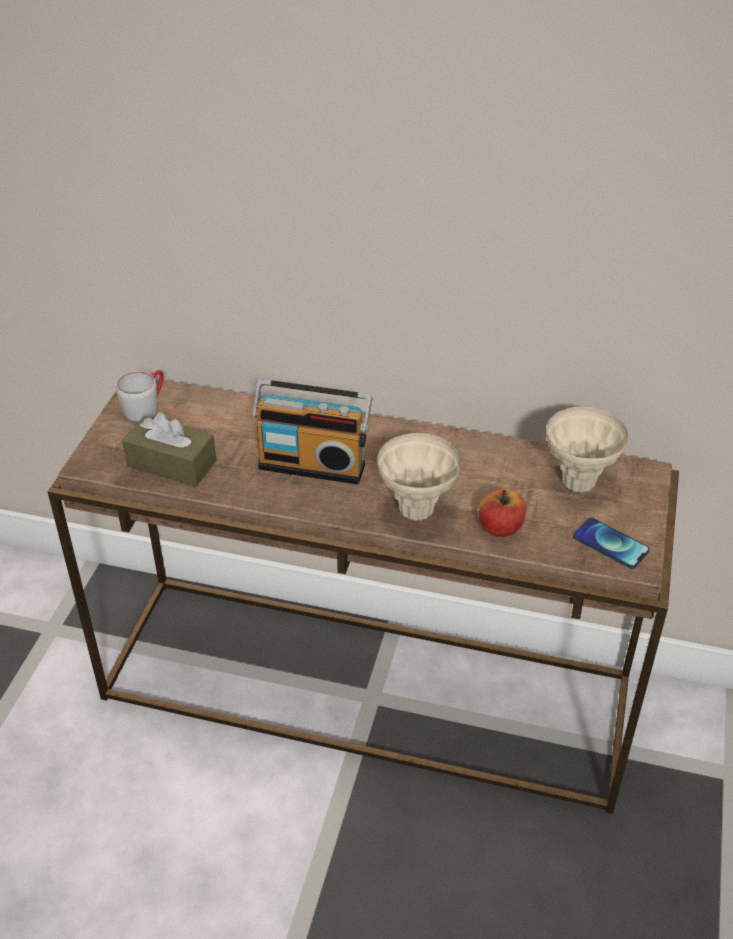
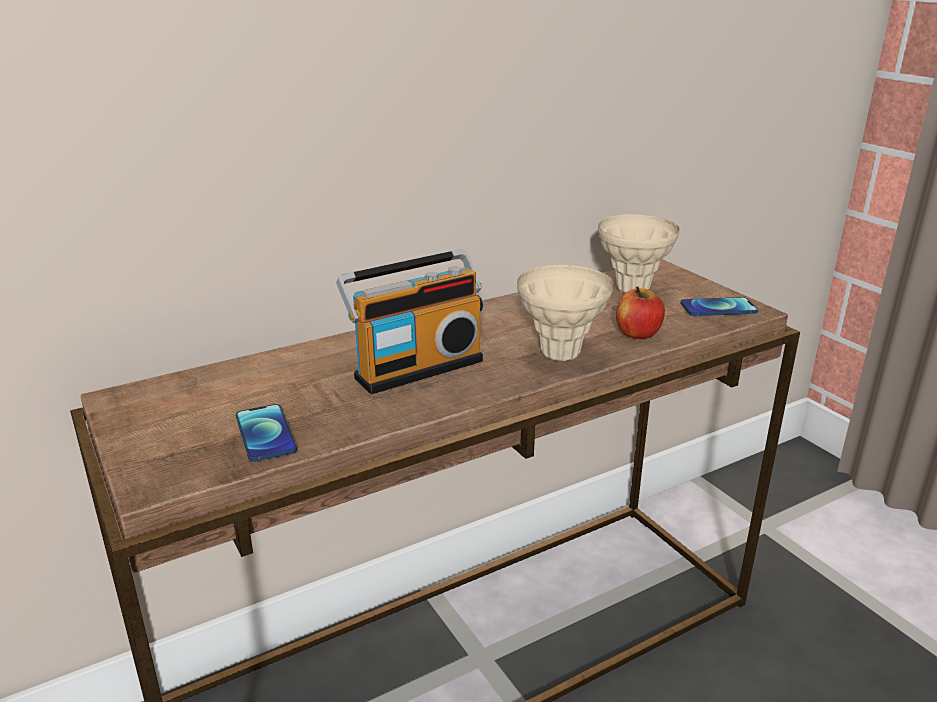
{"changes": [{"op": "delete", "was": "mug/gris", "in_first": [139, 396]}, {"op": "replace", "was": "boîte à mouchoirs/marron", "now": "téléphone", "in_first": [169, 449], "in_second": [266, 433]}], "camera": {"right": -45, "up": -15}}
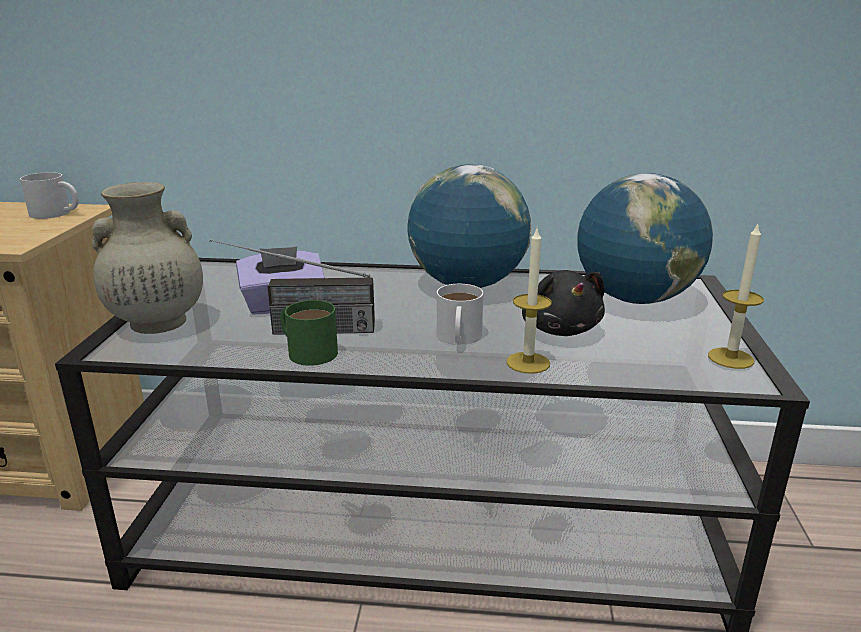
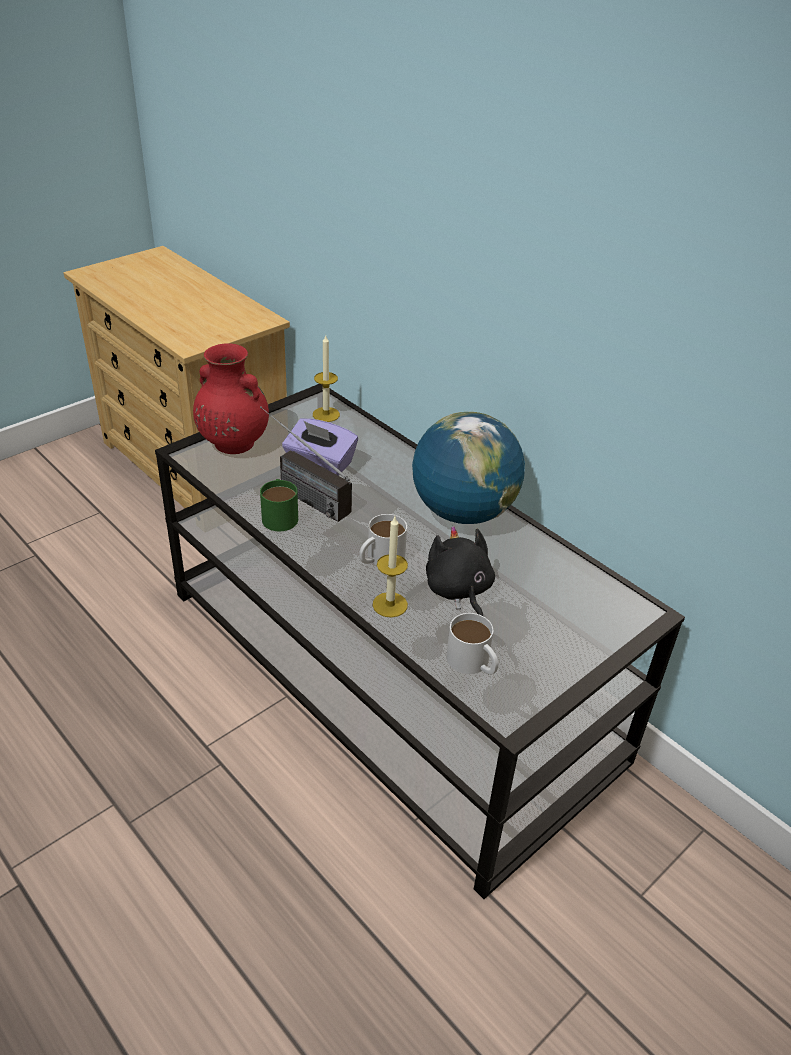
{"changes": [{"op": "delete", "was": "globe", "in_first": [645, 238]}, {"op": "move", "was": "mug/blanc", "in_first": [49, 195], "in_second": [472, 644]}, {"op": "move", "was": "bougie", "in_first": [736, 295], "in_second": [326, 378]}, {"op": "recolor", "was": "vase/beige", "now": "vase/rouge", "in_first": [147, 258], "in_second": [231, 398]}, {"op": "rotate", "was": "peluche/noir", "in_first": [563, 303], "in_second": [460, 571], "clockwise": 135}], "camera": {"right": 40, "up": 15}}
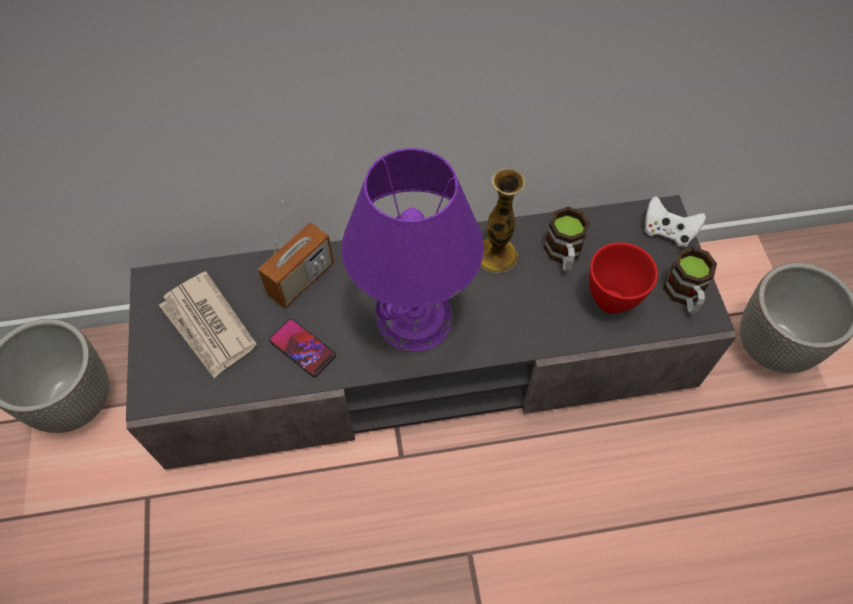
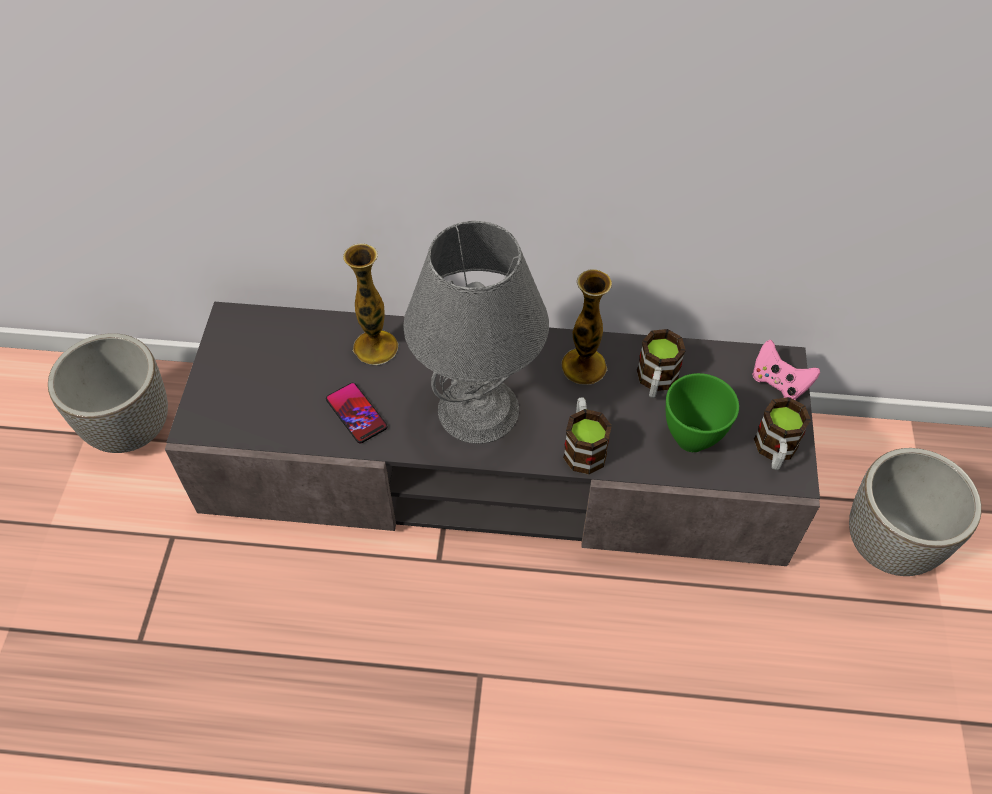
{"changes": [{"op": "delete", "was": "journal", "in_first": [208, 325]}, {"op": "insert", "now": "mug", "in_second": [587, 435]}, {"op": "replace", "was": "radio", "now": "vase", "in_first": [296, 254], "in_second": [370, 304]}, {"op": "recolor", "was": "lampe de table/violet", "now": "lampe de table/gris", "in_first": [413, 250], "in_second": [476, 332]}, {"op": "recolor", "was": "bol/rouge", "now": "bol/vert", "in_first": [623, 278], "in_second": [702, 412]}, {"op": "recolor", "was": "manette/blanc", "now": "manette/rose", "in_first": [675, 221], "in_second": [786, 370]}], "camera": {"right": 15, "up": -5}}
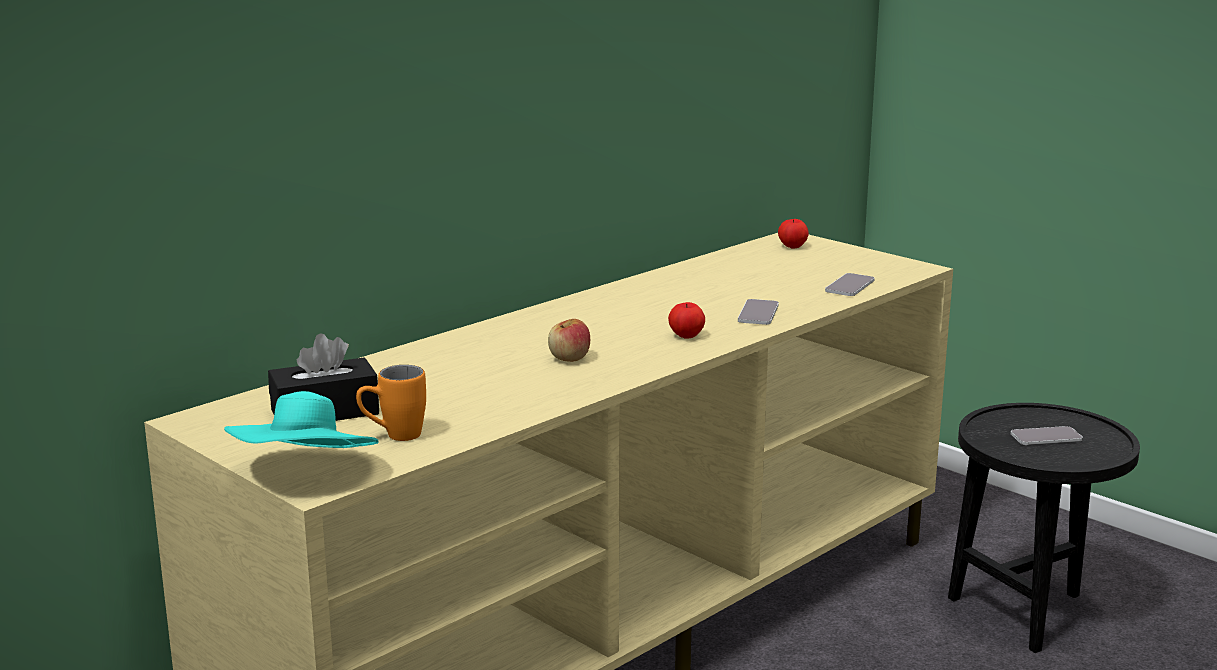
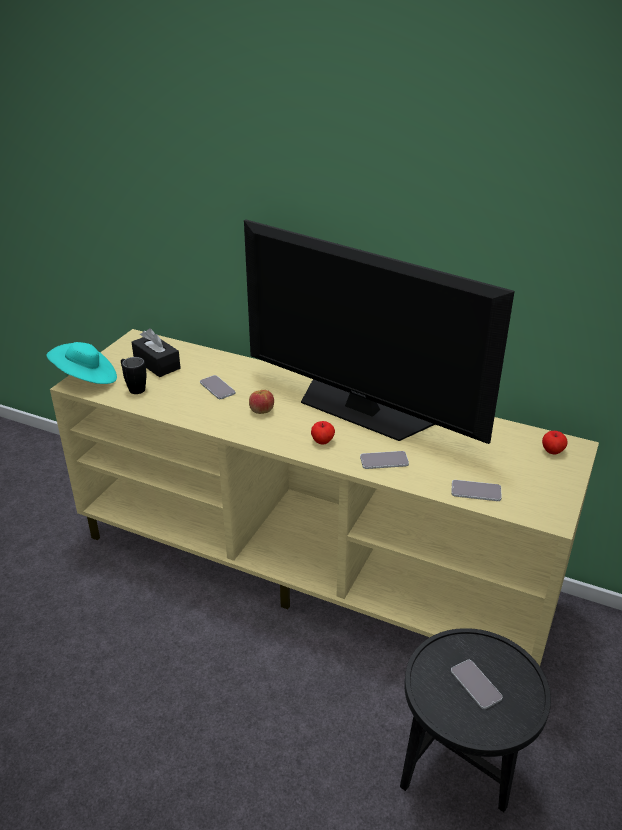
{"changes": [{"op": "insert", "now": "téléphone", "in_second": [217, 387]}, {"op": "insert", "now": "téléviseur", "in_second": [379, 332]}, {"op": "recolor", "was": "mug/orange", "now": "mug/noir", "in_first": [391, 403], "in_second": [134, 375]}], "camera": {"right": 70, "up": 15}}
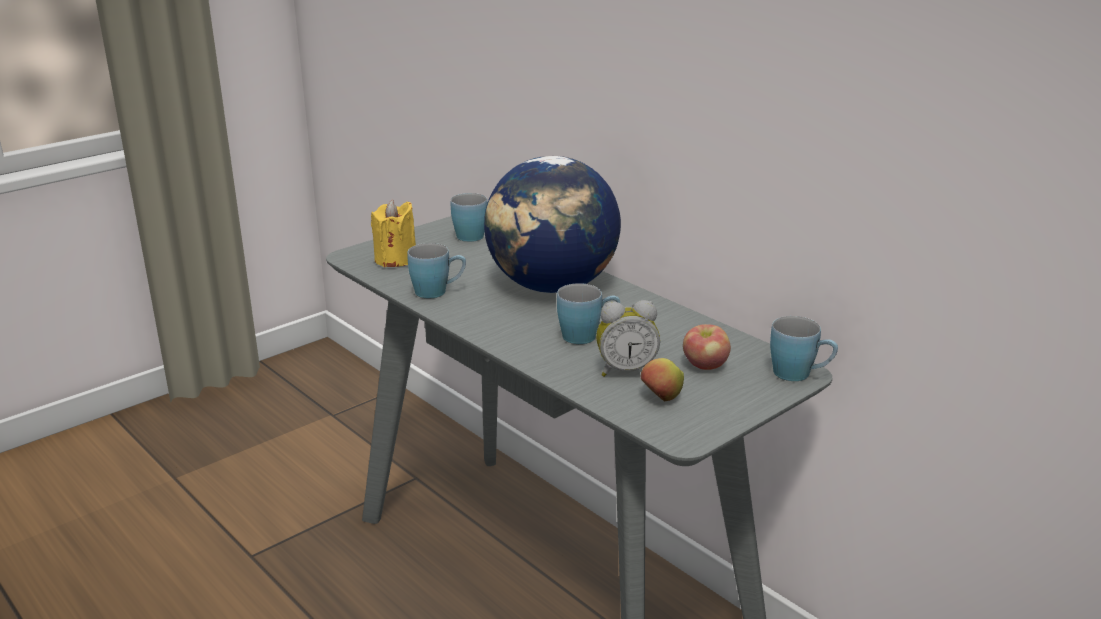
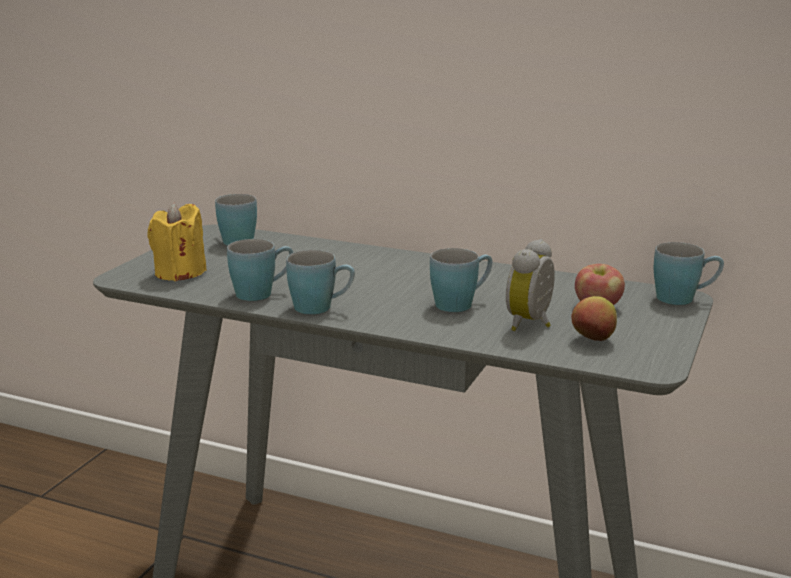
{"changes": [{"op": "delete", "was": "globe", "in_first": [552, 224]}, {"op": "insert", "now": "mug/bleu", "in_second": [320, 282]}, {"op": "rotate", "was": "réveil", "in_first": [628, 338], "in_second": [530, 285], "clockwise": 150}], "camera": {"right": -25, "up": -5}}
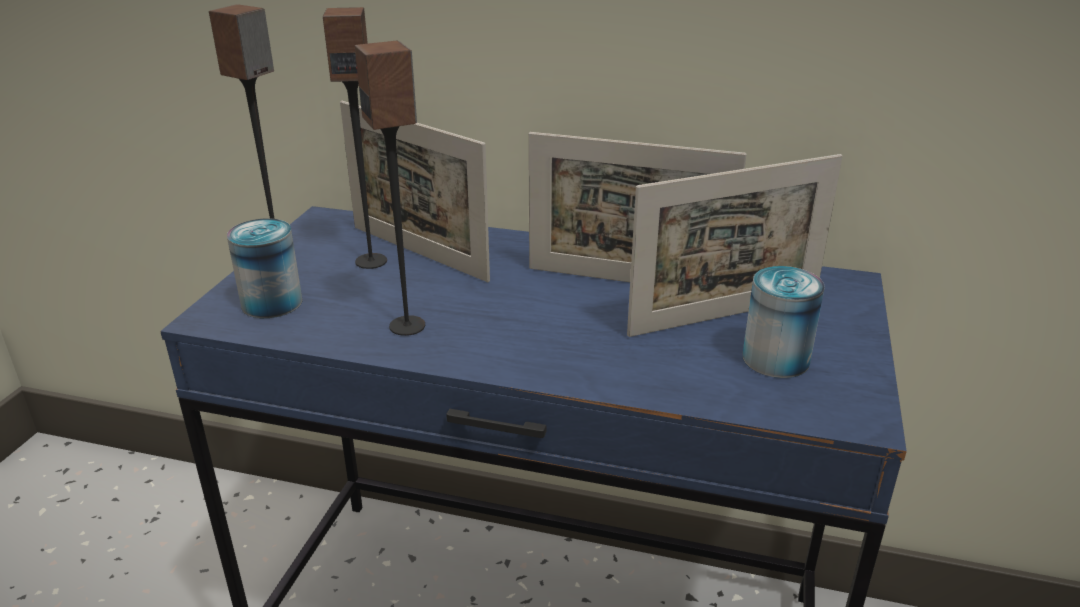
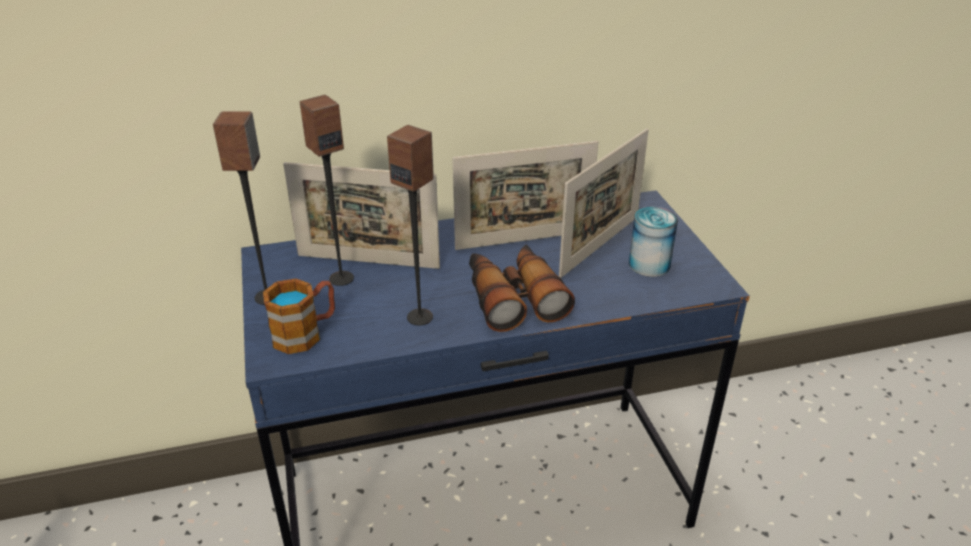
{"changes": [{"op": "insert", "now": "jumelles", "in_second": [522, 288]}, {"op": "replace", "was": "boîte métallique", "now": "mug", "in_first": [265, 268], "in_second": [299, 316]}], "camera": {"right": -30, "up": 5}}
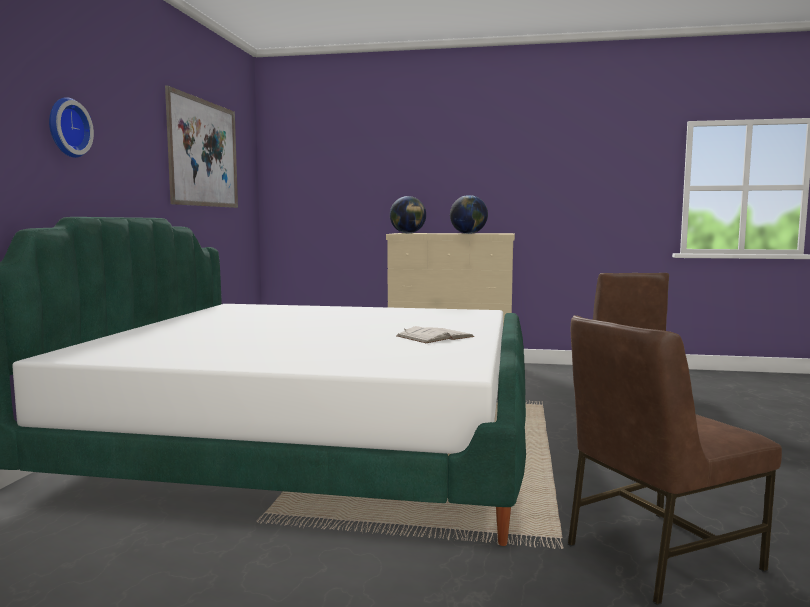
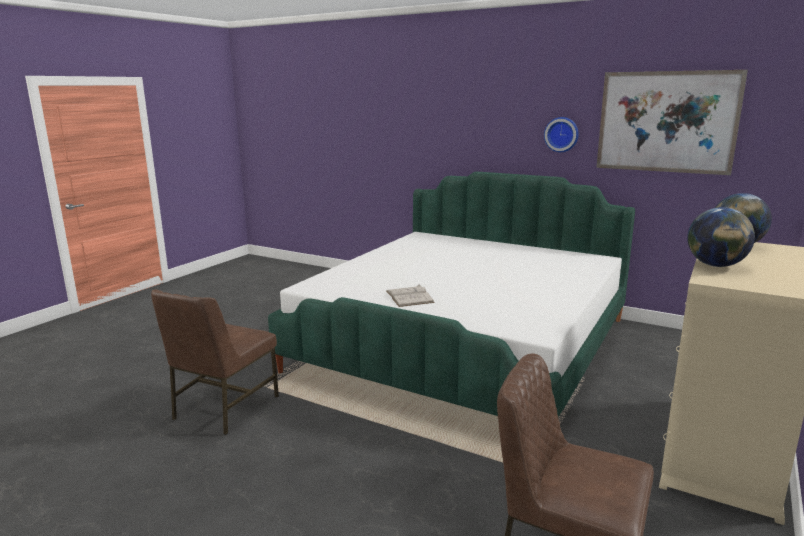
{"changes": [{"op": "move", "was": "horloge murale", "in_first": [71, 127], "in_second": [561, 134]}, {"op": "rotate", "was": "chaise/marron", "in_first": [675, 460], "in_second": [215, 362], "clockwise": -150}], "camera": {"right": 110, "up": 10}}
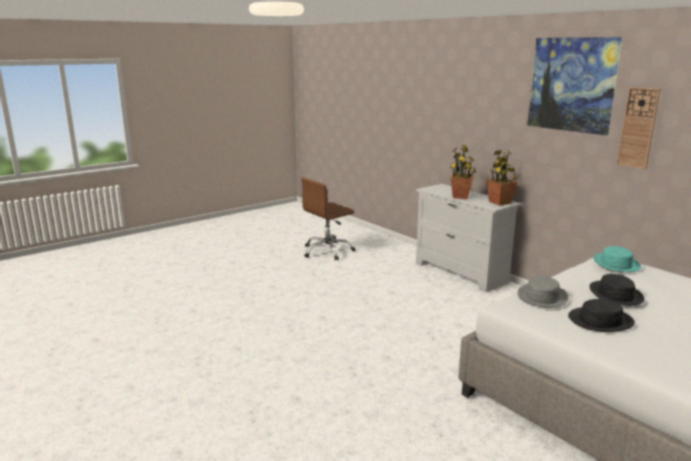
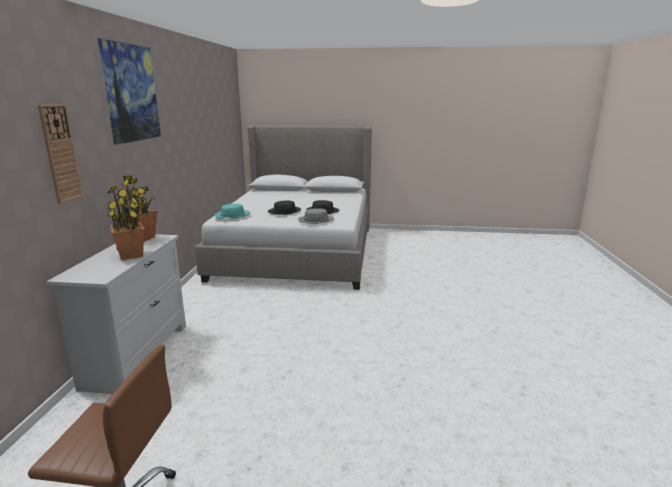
{"changes": [{"op": "move", "was": "horloge murale", "in_first": [638, 128], "in_second": [60, 154]}], "camera": {"right": -135, "up": 0}}
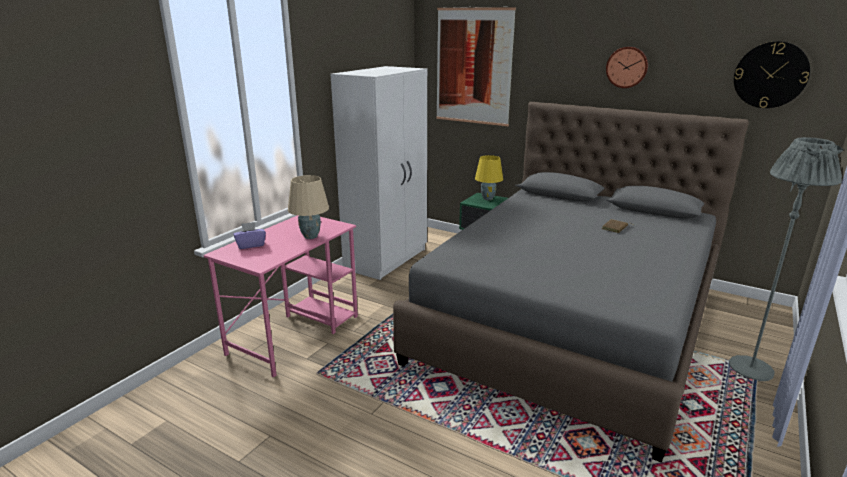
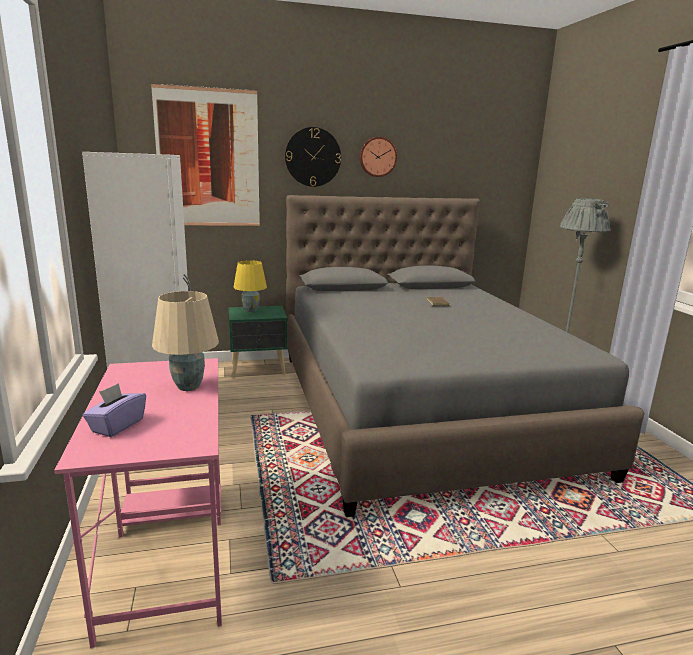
{"changes": [{"op": "move", "was": "horloge murale", "in_first": [772, 74], "in_second": [313, 157]}], "camera": {"right": -45, "up": -5}}
